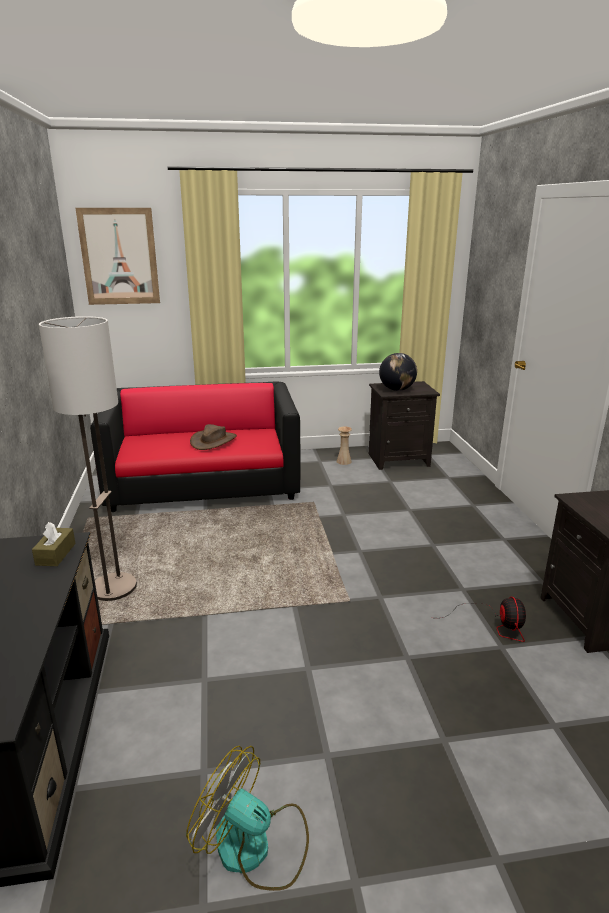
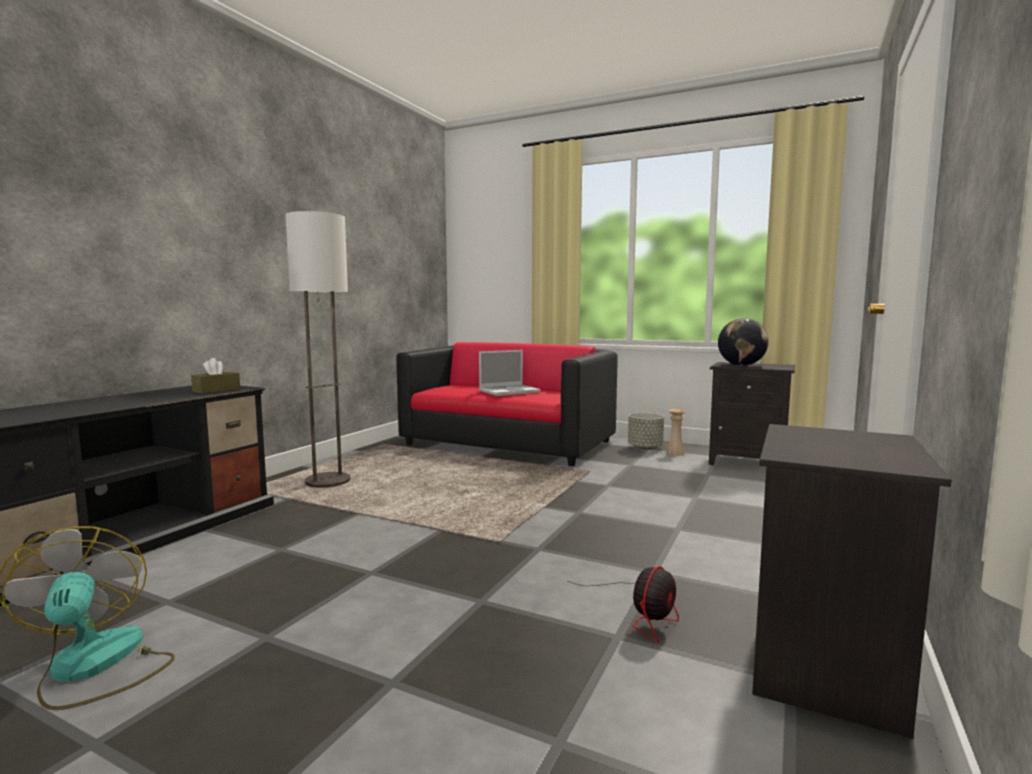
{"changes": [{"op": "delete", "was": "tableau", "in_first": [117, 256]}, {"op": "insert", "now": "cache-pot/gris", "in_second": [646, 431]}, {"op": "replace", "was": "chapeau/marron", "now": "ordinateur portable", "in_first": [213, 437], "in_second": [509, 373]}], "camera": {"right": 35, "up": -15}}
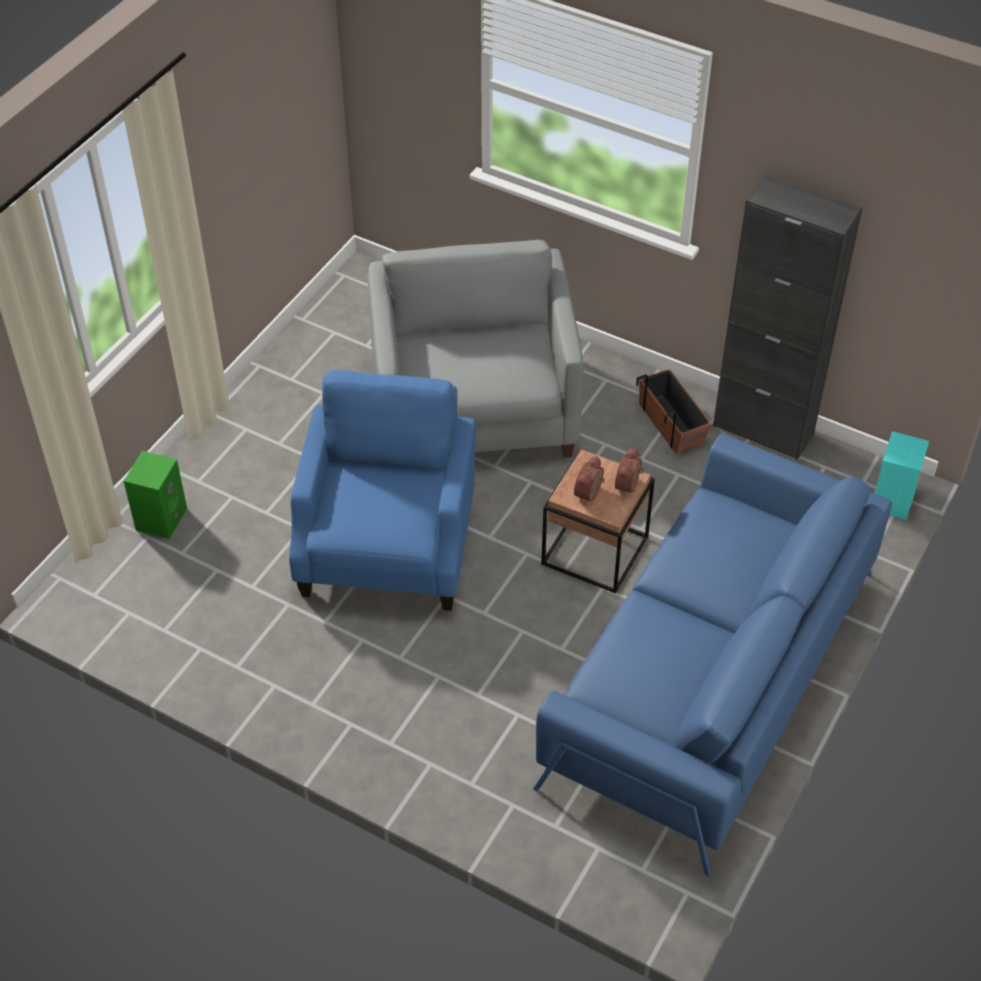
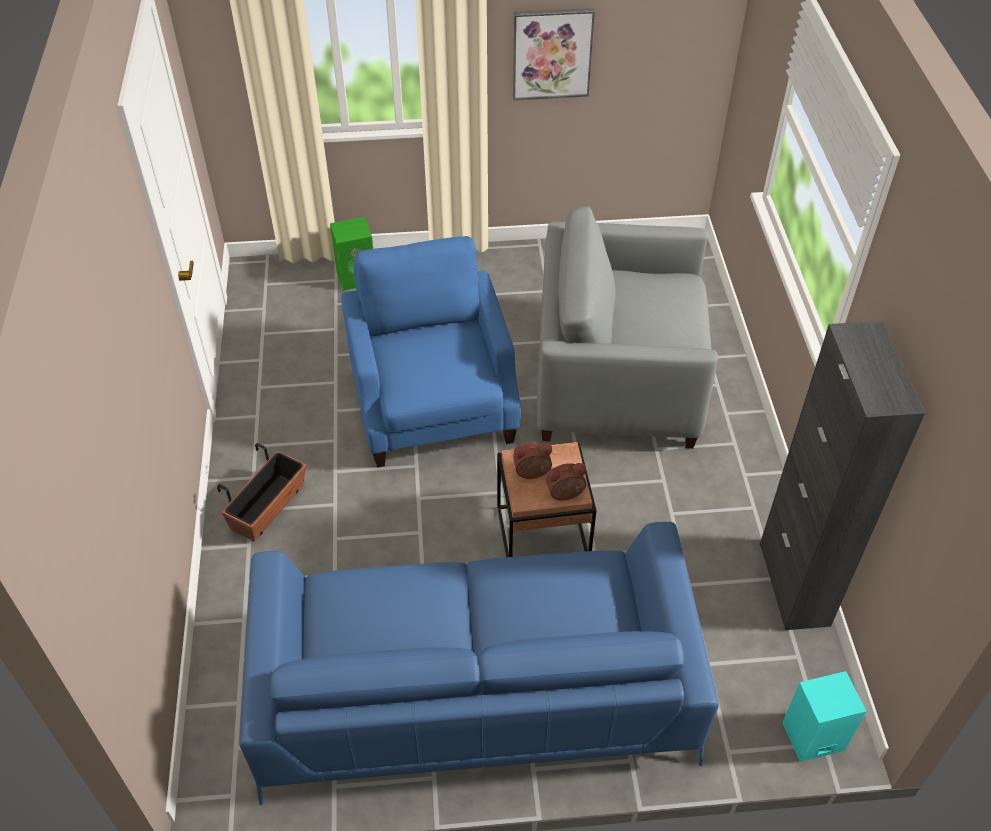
{"changes": [{"op": "insert", "now": "tableau", "in_second": [554, 54]}, {"op": "move", "was": "cache-pot", "in_first": [674, 411], "in_second": [261, 492]}, {"op": "rotate", "was": "fauteuil/bleu", "in_first": [382, 490], "in_second": [431, 352], "clockwise": -75}, {"op": "rotate", "was": "fauteuil/gris", "in_first": [475, 348], "in_second": [627, 327], "clockwise": -135}], "camera": {"right": 55, "up": 0}}
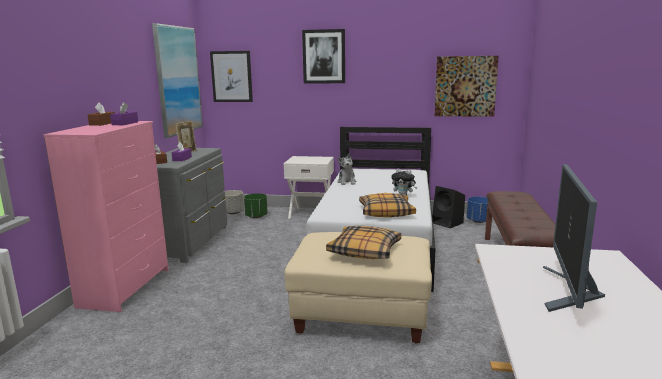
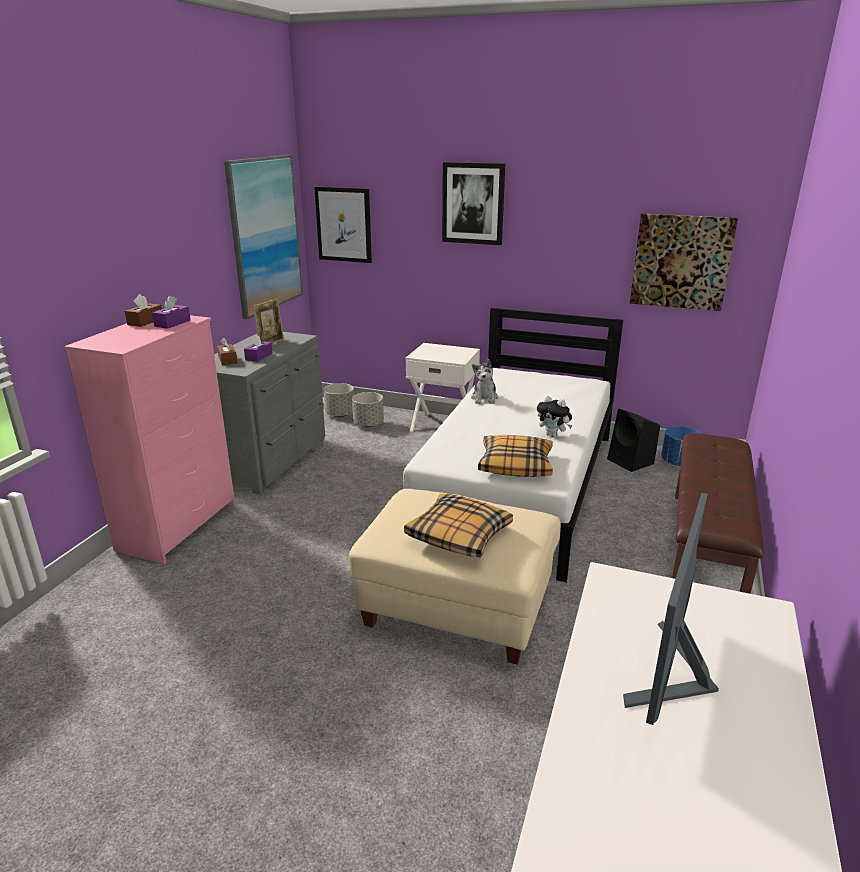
{"changes": [{"op": "recolor", "was": "cache-pot/vert", "now": "cache-pot/gris", "in_first": [256, 205], "in_second": [368, 409]}], "camera": {"right": 10, "up": 10}}
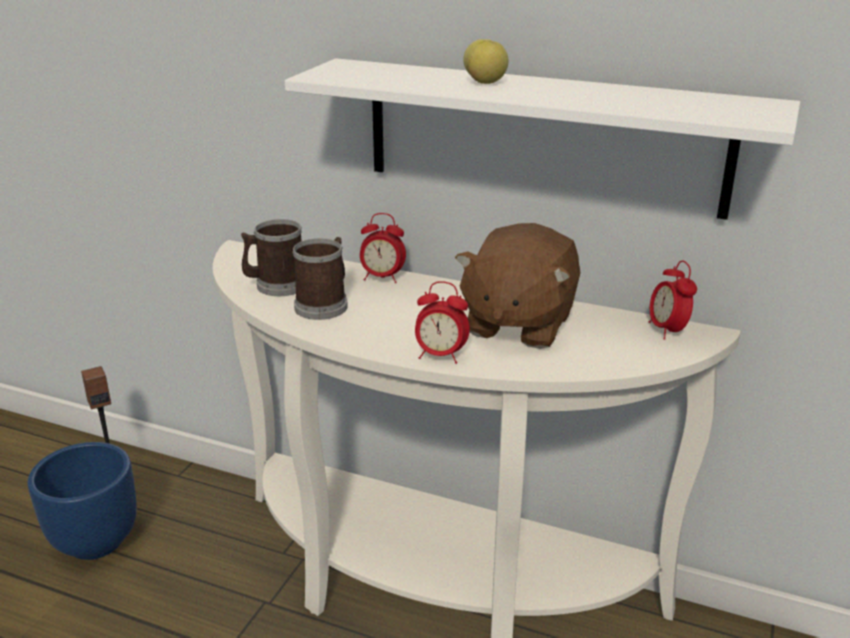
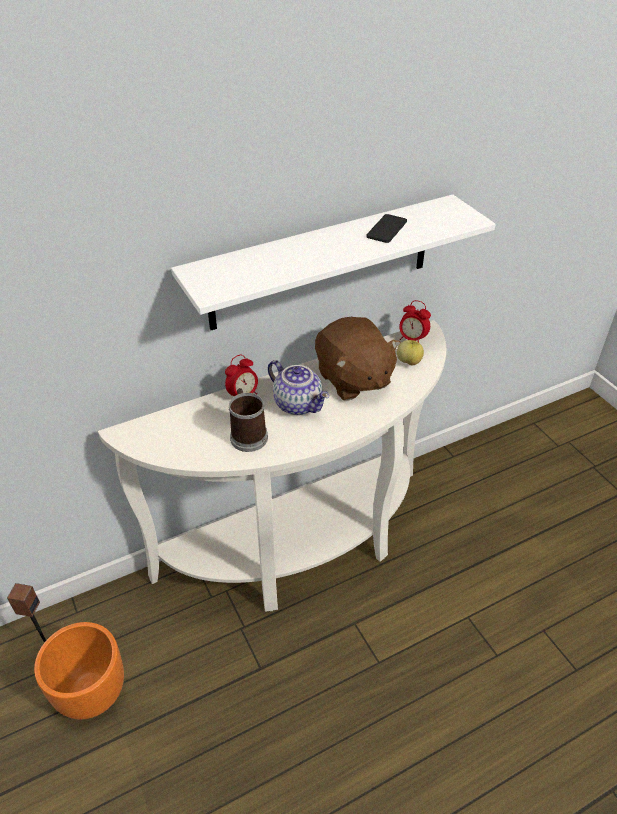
{"changes": [{"op": "delete", "was": "mug", "in_first": [271, 257]}, {"op": "delete", "was": "réveil", "in_first": [442, 322]}, {"op": "insert", "now": "théière", "in_second": [298, 387]}, {"op": "insert", "now": "téléphone", "in_second": [386, 228]}, {"op": "move", "was": "pomme", "in_first": [486, 61], "in_second": [410, 352]}, {"op": "recolor", "was": "cache-pot/bleu", "now": "cache-pot/orange", "in_first": [82, 501], "in_second": [79, 671]}], "camera": {"right": -50, "up": 15}}
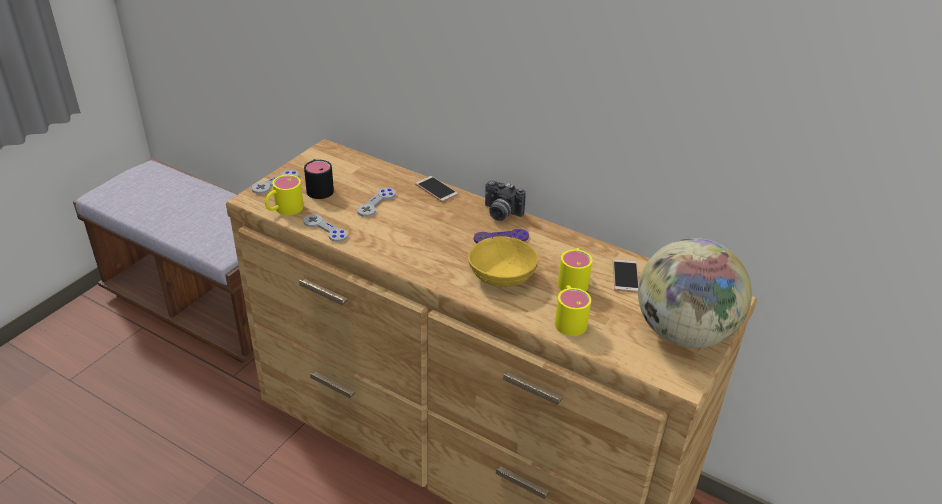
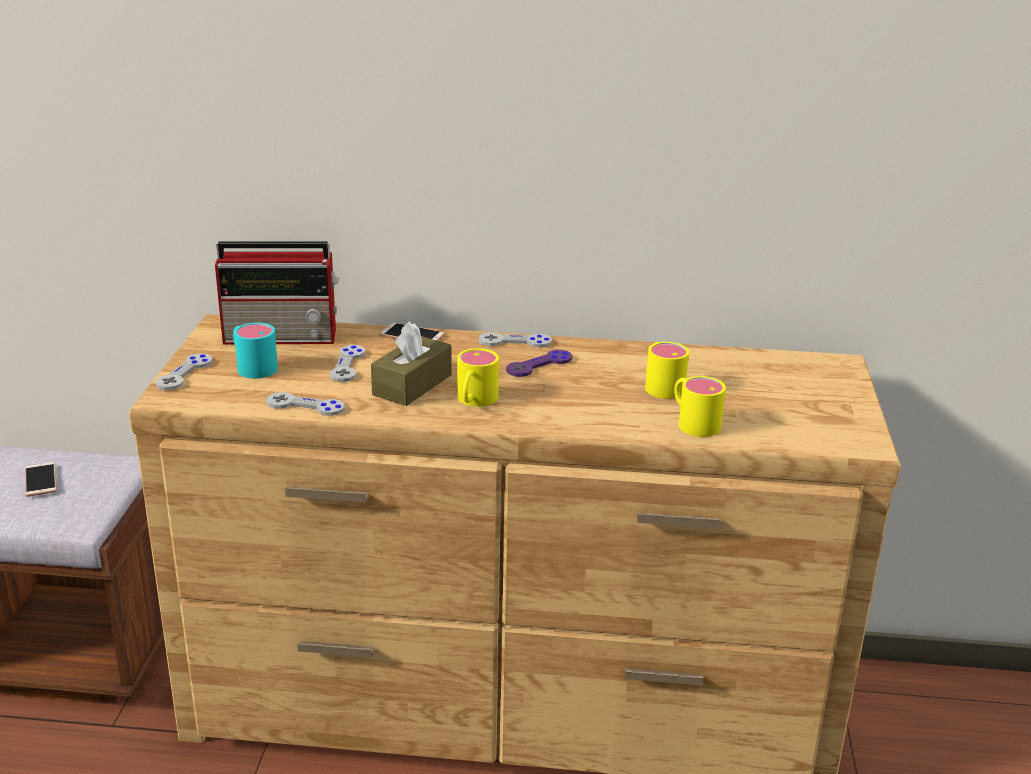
{"changes": [{"op": "delete", "was": "bol/jaune", "in_first": [503, 261]}, {"op": "delete", "was": "globe", "in_first": [695, 293]}, {"op": "insert", "now": "radio", "in_second": [277, 293]}, {"op": "insert", "now": "boîte à mouchoirs/marron", "in_second": [411, 363]}, {"op": "move", "was": "mug/jaune", "in_first": [284, 195], "in_second": [478, 377]}, {"op": "move", "was": "téléphone", "in_first": [626, 276], "in_second": [41, 479]}, {"op": "replace", "was": "appareil photo", "now": "manette/gris", "in_first": [505, 200], "in_second": [515, 340]}, {"op": "recolor", "was": "mug/noir", "now": "mug/turquoise", "in_first": [319, 179], "in_second": [255, 350]}], "camera": {"right": -25, "up": -10}}
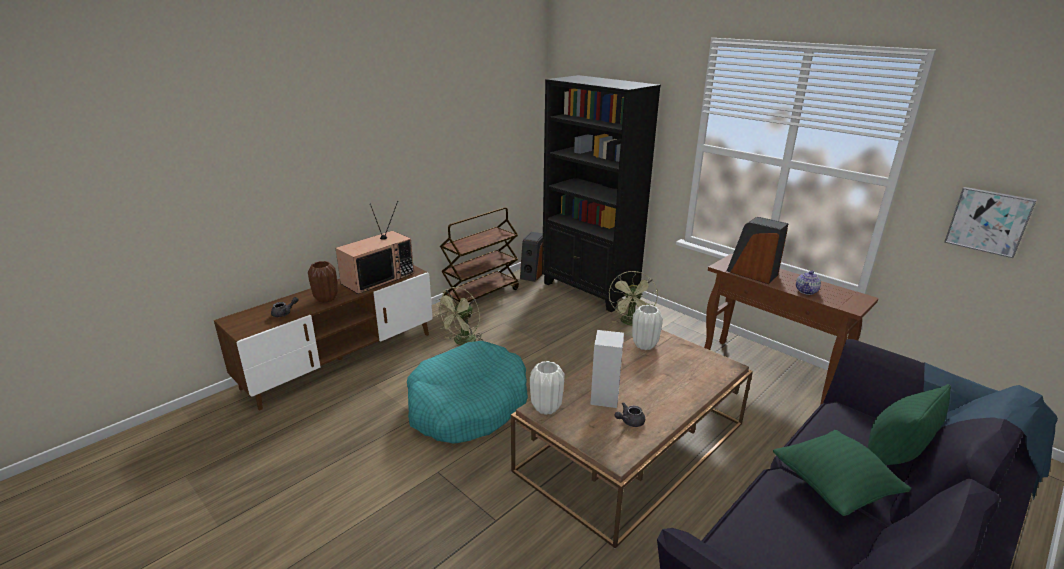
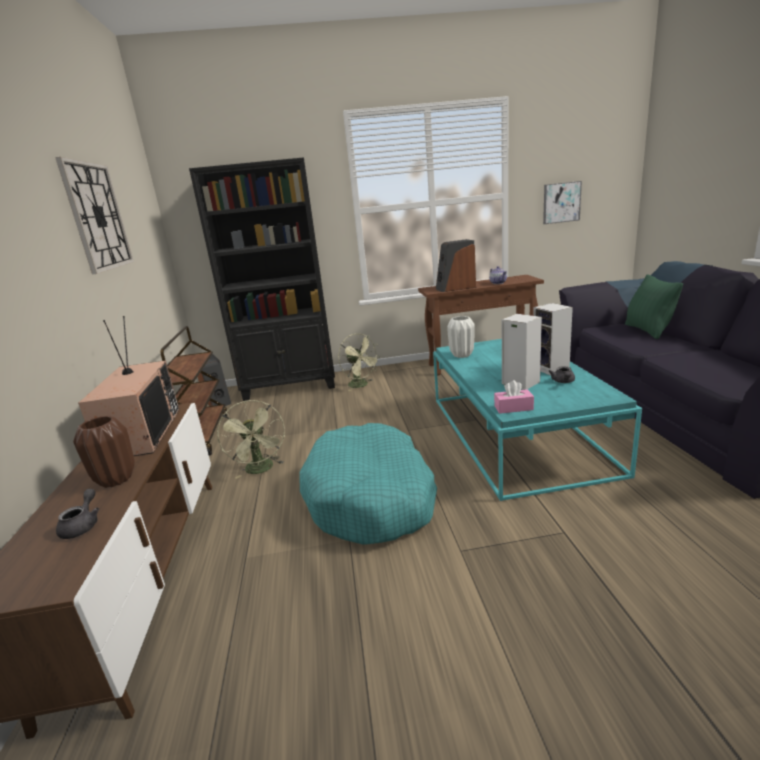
{"changes": [{"op": "delete", "was": "coussin/vert", "in_first": [842, 473]}, {"op": "insert", "now": "horloge murale", "in_second": [94, 215]}, {"op": "insert", "now": "enceinte", "in_second": [553, 339]}, {"op": "replace", "was": "vase/blanc", "now": "boîte à mouchoirs/rose", "in_first": [547, 388], "in_second": [514, 397]}, {"op": "recolor", "was": "table basse/marron", "now": "table basse/turquoise", "in_first": [632, 439], "in_second": [537, 420]}], "camera": {"right": -50, "up": -5}}
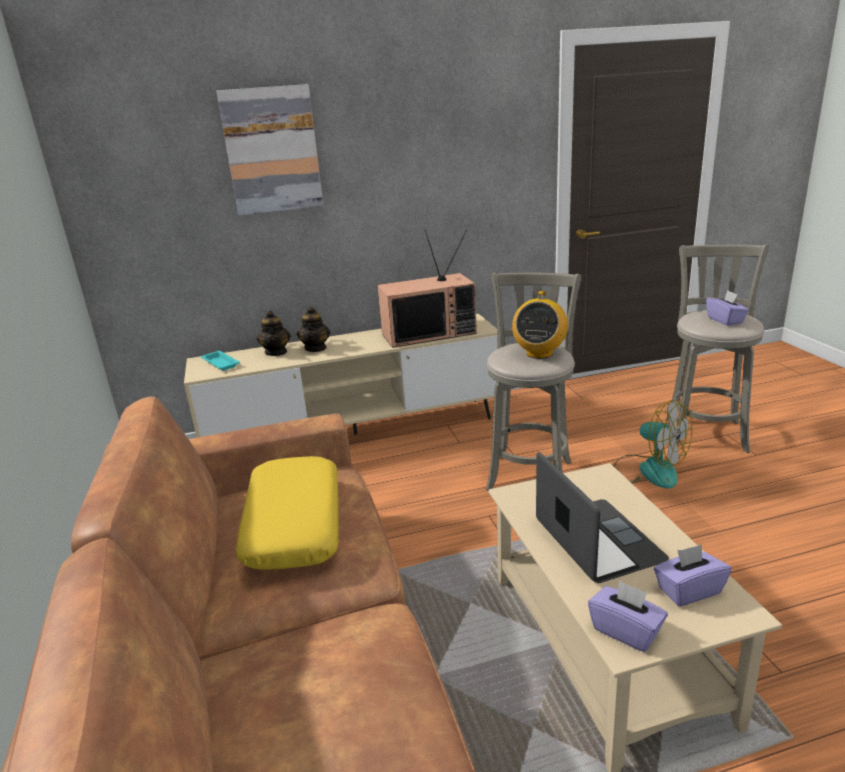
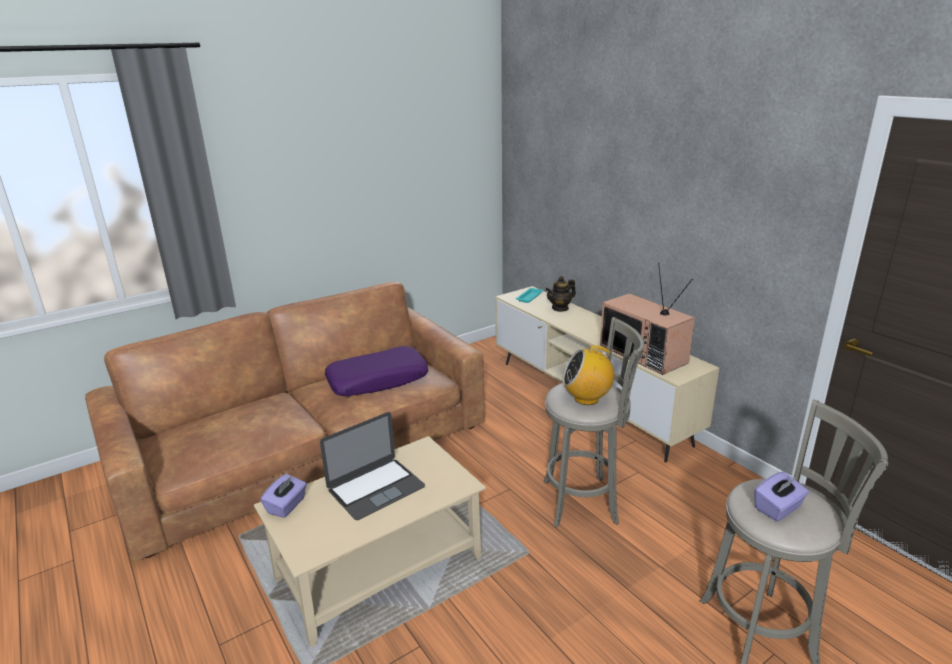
{"changes": [{"op": "delete", "was": "tableau", "in_first": [270, 149]}, {"op": "delete", "was": "théière", "in_first": [313, 329]}, {"op": "delete", "was": "ventilateur", "in_first": [652, 444]}, {"op": "delete", "was": "boîte à mouchoirs/violet", "in_first": [693, 575]}, {"op": "recolor", "was": "coussin/jaune", "now": "coussin/violet", "in_first": [287, 513], "in_second": [376, 371]}], "camera": {"right": 70, "up": 0}}
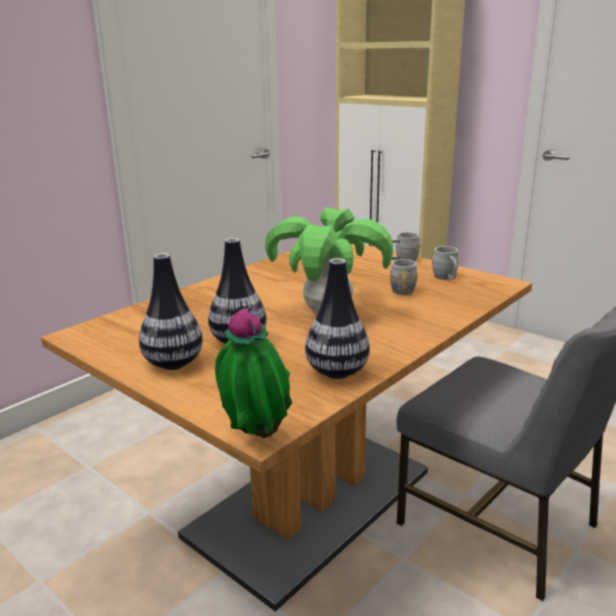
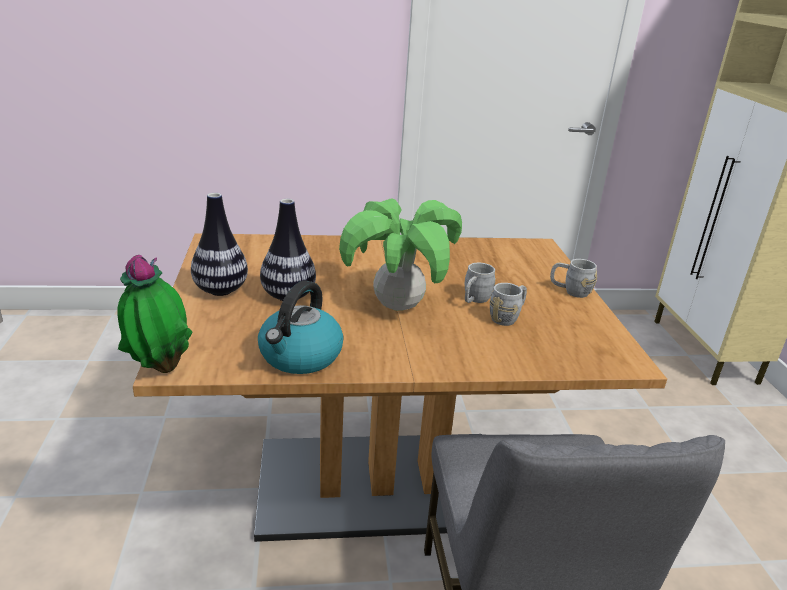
{"changes": [{"op": "move", "was": "mug/gris", "in_first": [445, 263], "in_second": [480, 283]}, {"op": "replace", "was": "vase", "now": "bouilloire", "in_first": [337, 318], "in_second": [301, 327]}], "camera": {"right": 40, "up": 5}}
